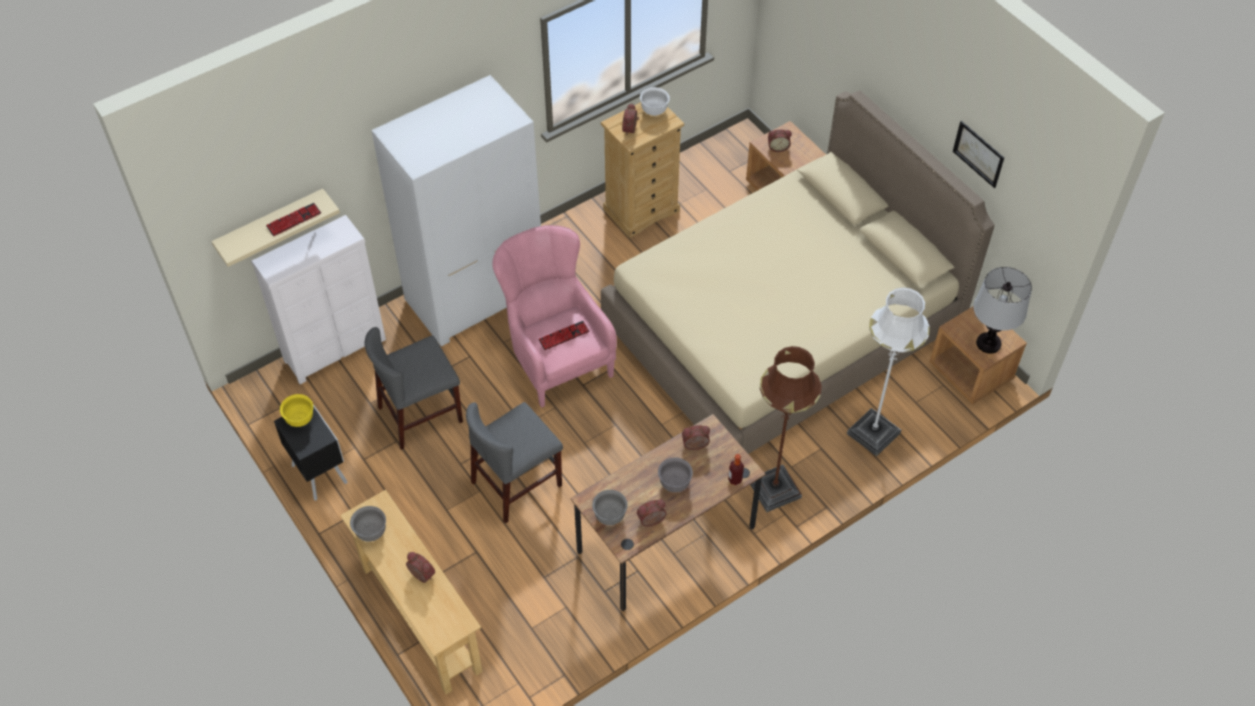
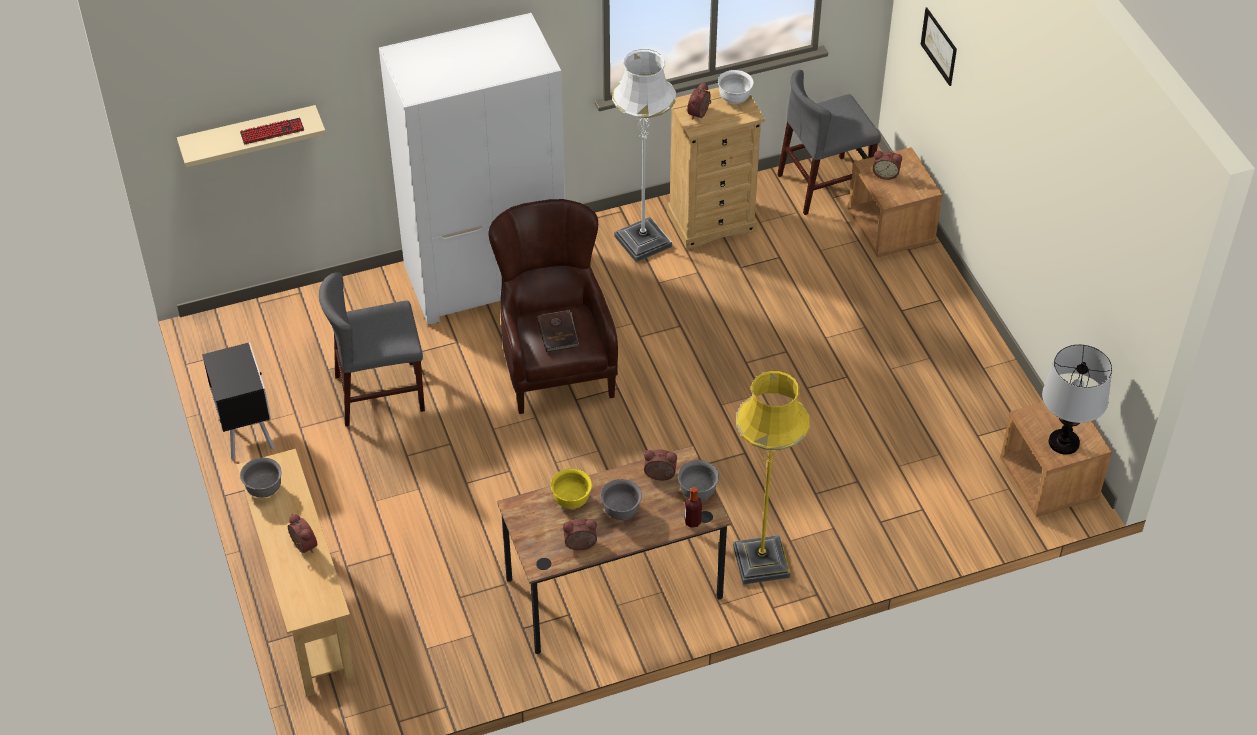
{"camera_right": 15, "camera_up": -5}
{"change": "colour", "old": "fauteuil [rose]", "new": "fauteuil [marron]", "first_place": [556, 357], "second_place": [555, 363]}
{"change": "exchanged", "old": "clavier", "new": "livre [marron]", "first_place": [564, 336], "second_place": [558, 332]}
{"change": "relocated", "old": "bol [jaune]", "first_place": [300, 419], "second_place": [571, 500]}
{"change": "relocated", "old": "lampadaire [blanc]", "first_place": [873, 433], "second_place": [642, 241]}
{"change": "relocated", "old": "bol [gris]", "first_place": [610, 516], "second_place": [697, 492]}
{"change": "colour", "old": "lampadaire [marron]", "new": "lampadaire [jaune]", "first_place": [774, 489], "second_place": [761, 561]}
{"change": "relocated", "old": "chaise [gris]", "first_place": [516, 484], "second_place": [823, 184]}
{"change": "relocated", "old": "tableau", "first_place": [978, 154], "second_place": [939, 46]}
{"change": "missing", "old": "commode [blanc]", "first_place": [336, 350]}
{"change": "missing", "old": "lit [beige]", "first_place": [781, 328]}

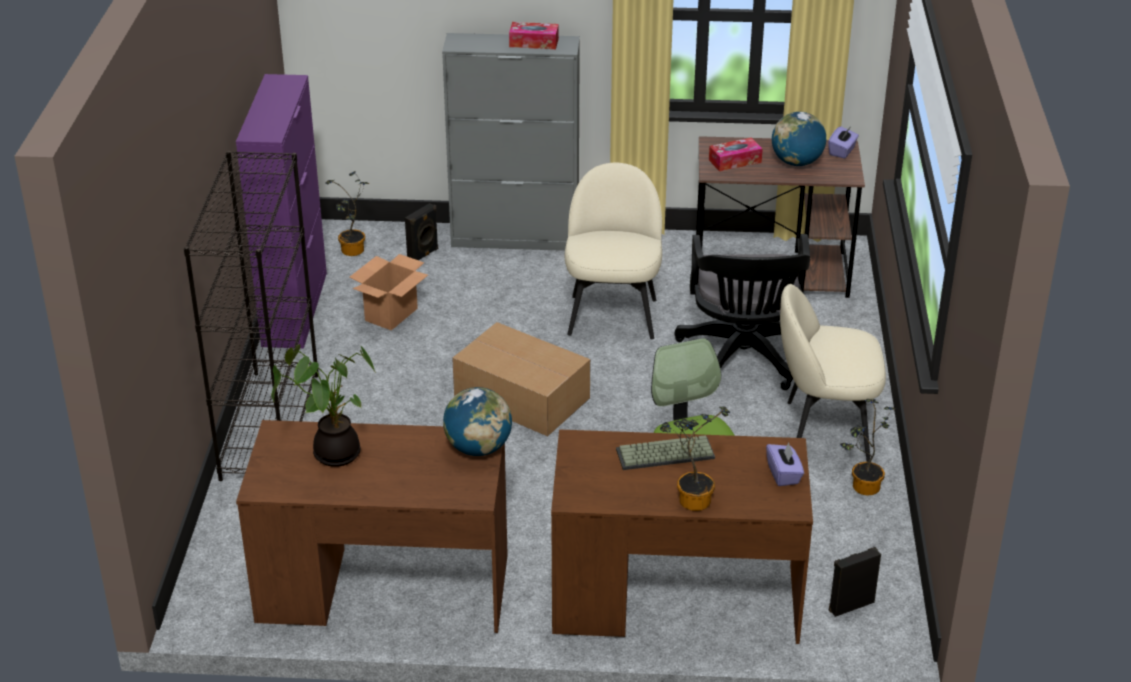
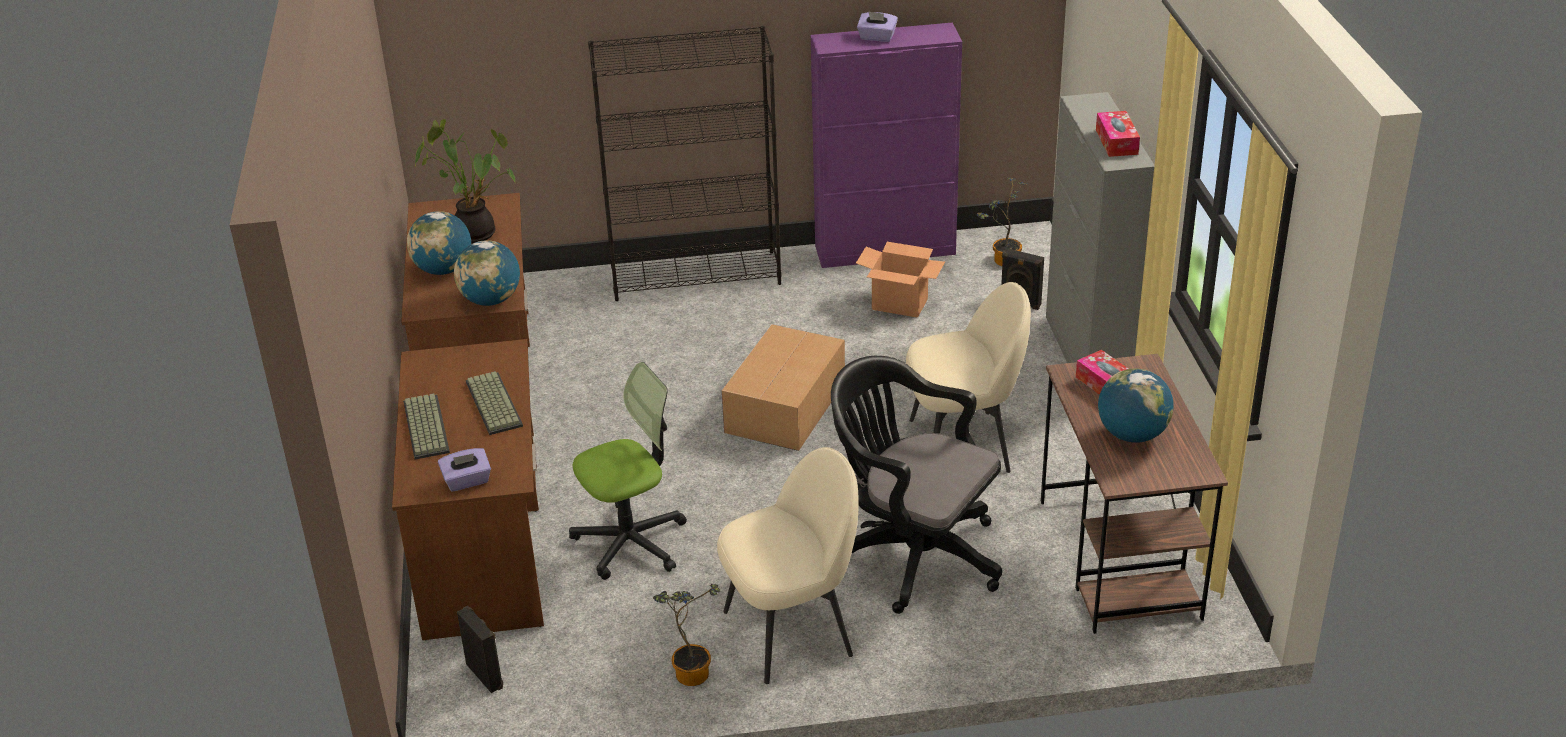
{"camera_right": 80, "camera_up": 0}
{"change": "exchanged", "old": "plante en pot", "new": "clavier", "first_place": [691, 498], "second_place": [424, 427]}
{"change": "appeared", "new": "globe", "second_place": [443, 270]}
{"change": "spun", "old": "chaise [beige]", "first_place": [824, 430], "second_place": [791, 631], "degrees": 75}
{"change": "spun", "old": "chaise de bureau [noir]", "first_place": [743, 360], "second_place": [912, 554], "degrees": 45}
{"change": "relocated", "old": "boîte à mouchoirs [violet]", "first_place": [842, 151], "second_place": [877, 37]}

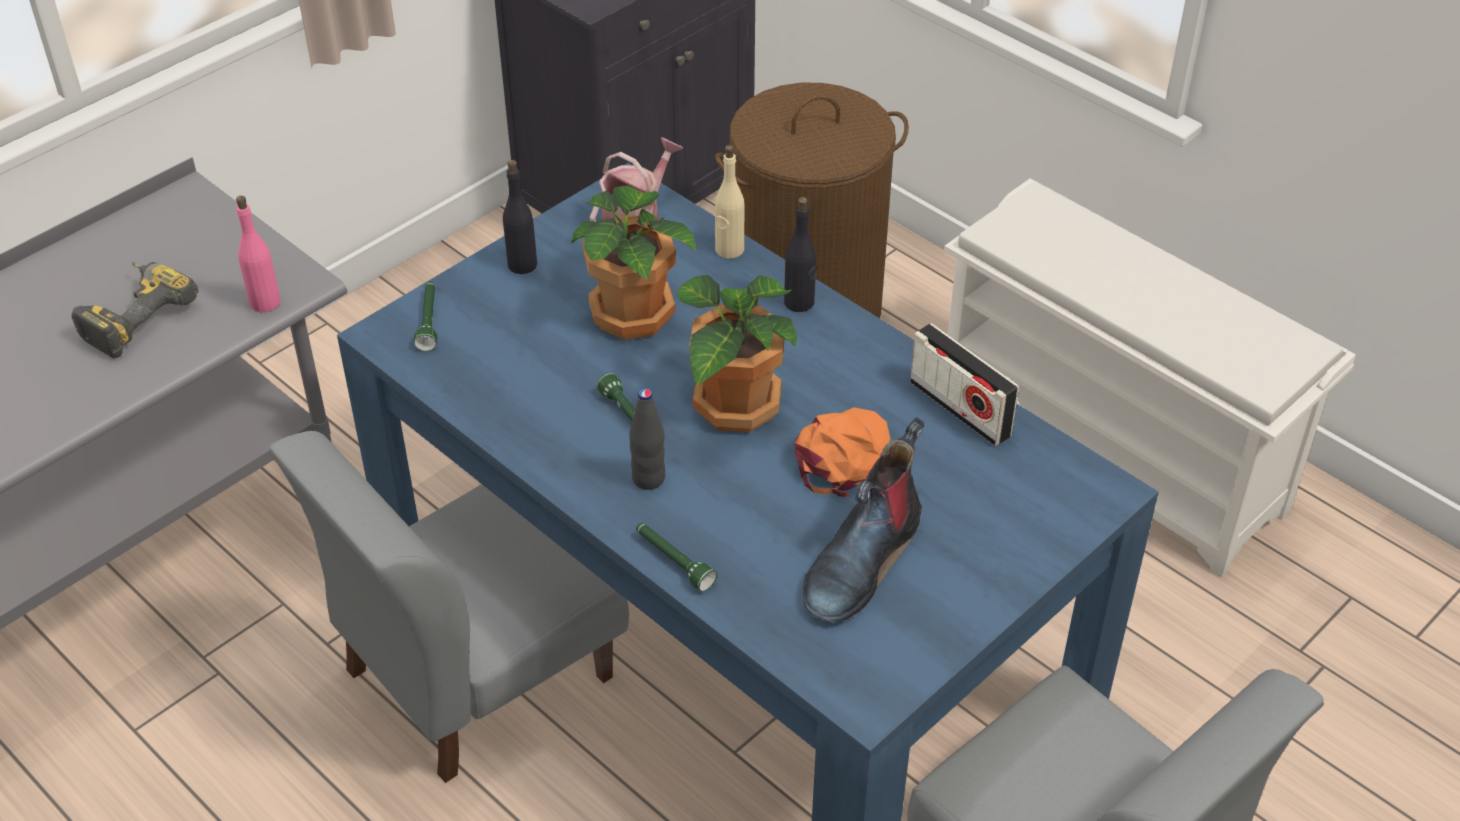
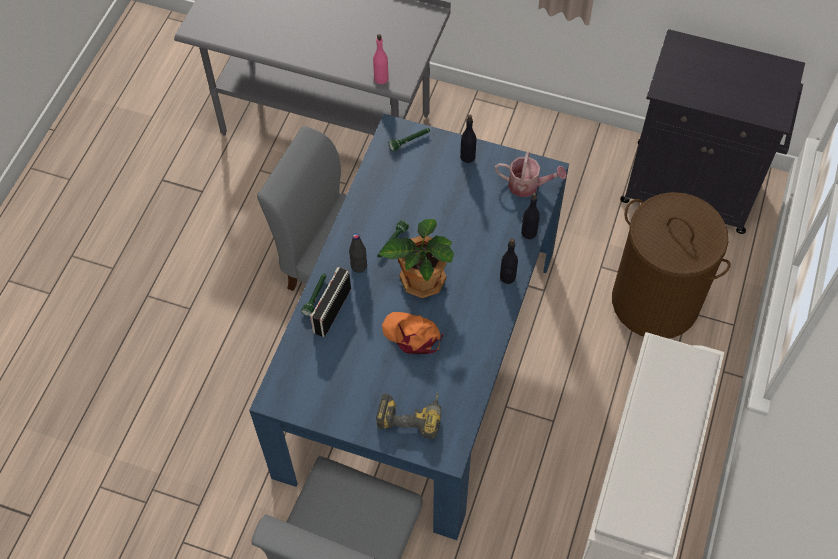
{"camera_right": 65, "camera_up": 15}
{"change": "relocated", "old": "radio", "first_place": [960, 409], "second_place": [332, 310]}
{"change": "relocated", "old": "perceuse", "first_place": [133, 315], "second_place": [411, 414]}
{"change": "spun", "old": "casquette [orange]", "first_place": [841, 456], "second_place": [412, 335], "degrees": -150}
{"change": "colour", "old": "bouteille [beige]", "new": "bouteille [noir]", "first_place": [729, 250], "second_place": [528, 232]}
{"change": "missing", "old": "plante en pot", "first_place": [635, 313]}
{"change": "missing", "old": "botte", "first_place": [861, 560]}

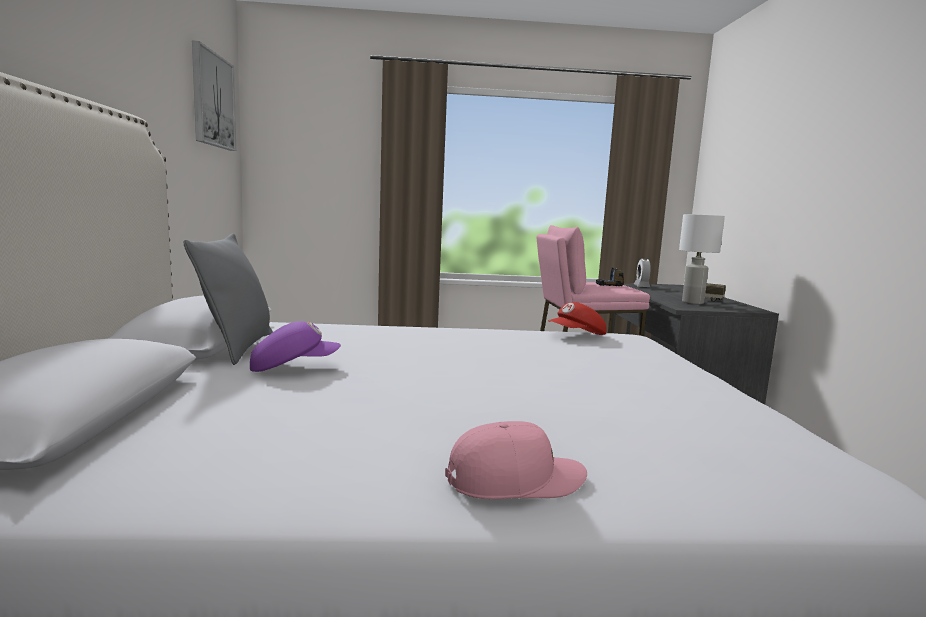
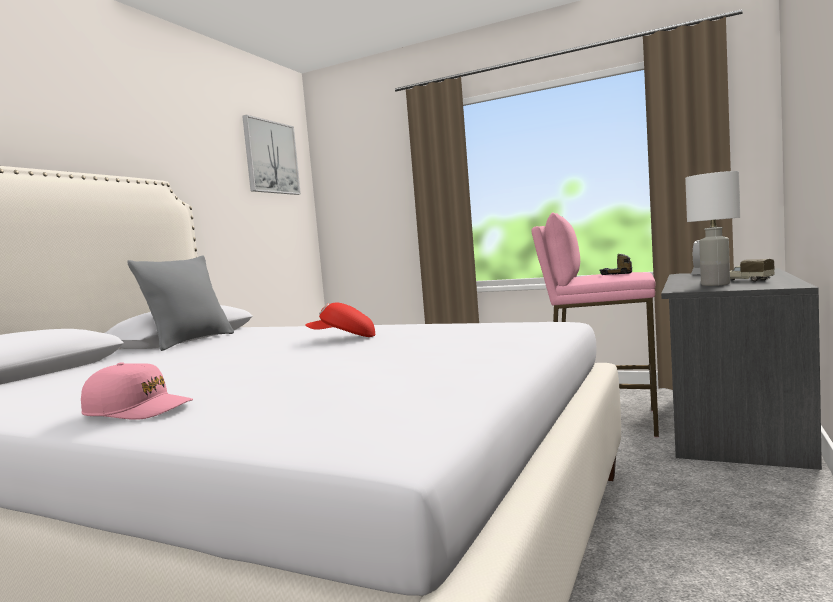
{"camera_right": 30, "camera_up": -5}
{"change": "relocated", "old": "casquette [rouge]", "first_place": [577, 336], "second_place": [343, 339]}
{"change": "missing", "old": "casquette [violet]", "first_place": [293, 367]}

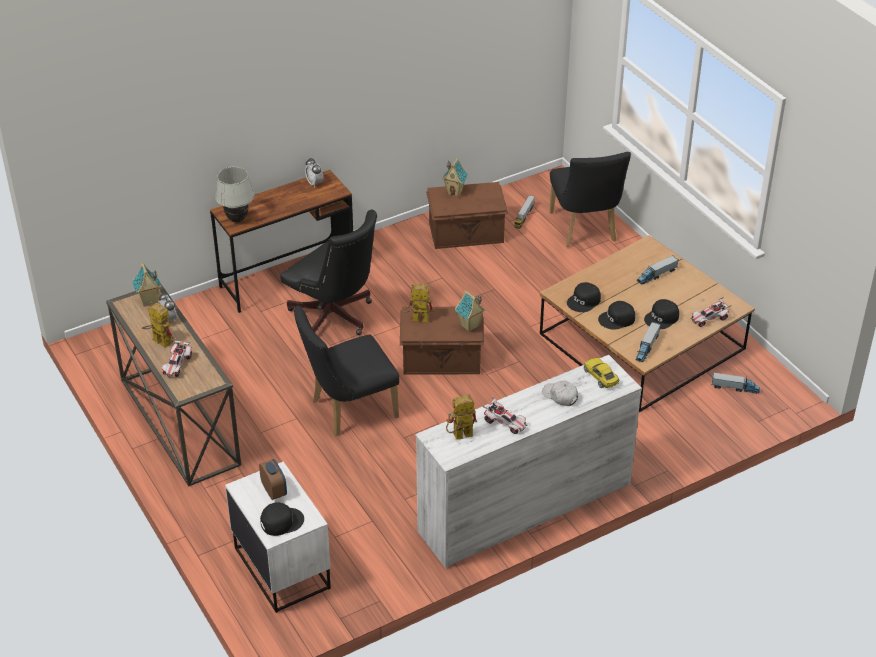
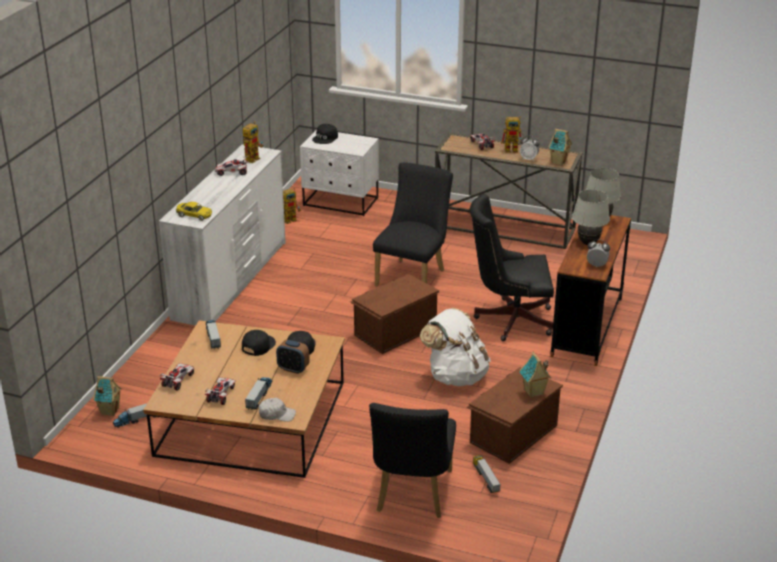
{"camera_right": 140, "camera_up": -10}
{"change": "relocated", "old": "maison miniature", "first_place": [470, 326], "second_place": [109, 411]}
{"change": "appeared", "new": "petite voiture", "second_place": [221, 395]}
{"change": "relocated", "old": "casquette [blanc]", "first_place": [560, 396], "second_place": [276, 414]}
{"change": "relocated", "old": "réveil", "first_place": [274, 491], "second_place": [293, 369]}
{"change": "relocated", "old": "robot jouet", "first_place": [416, 319], "second_place": [292, 219]}
{"change": "spun", "old": "chaise [noir]", "first_place": [585, 230], "second_place": [412, 496], "degrees": -120}
{"change": "appeared", "new": "sac à dos [blanc]", "second_place": [456, 376]}
{"change": "appeared", "new": "lampe de table [blanc]", "second_place": [588, 243]}
{"change": "missing", "old": "casquette [noir]", "first_place": [662, 318]}

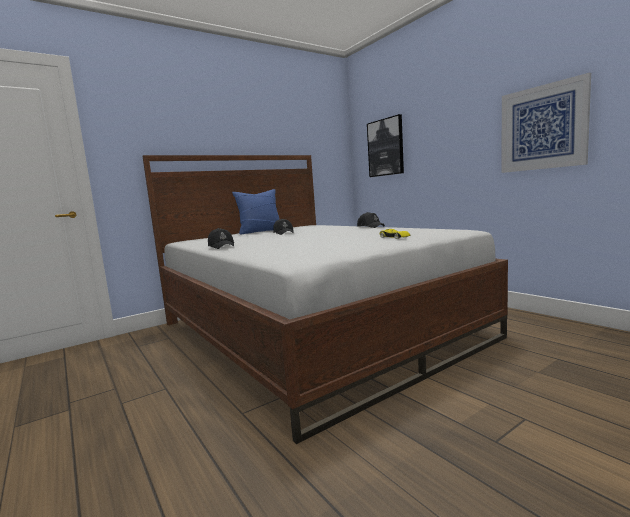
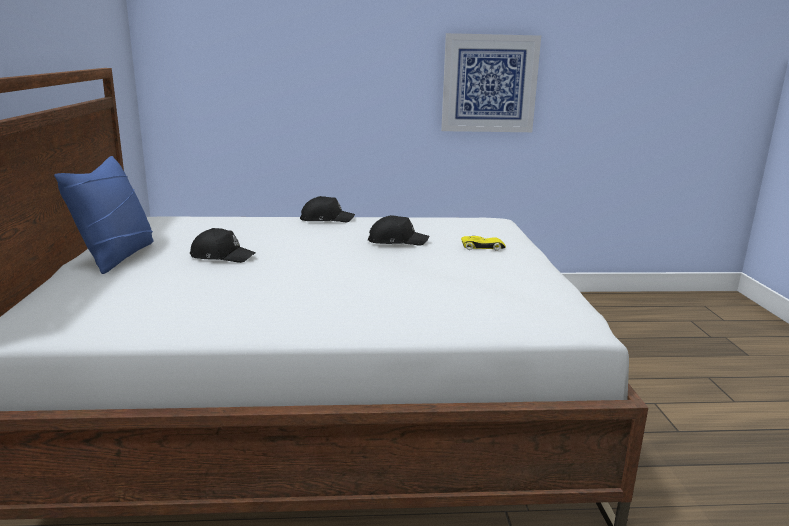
{"camera_right": -60, "camera_up": 10}
{"change": "relocated", "old": "casquette [noir]", "first_place": [221, 246], "second_place": [397, 241]}
{"change": "missing", "old": "tableau", "first_place": [386, 147]}

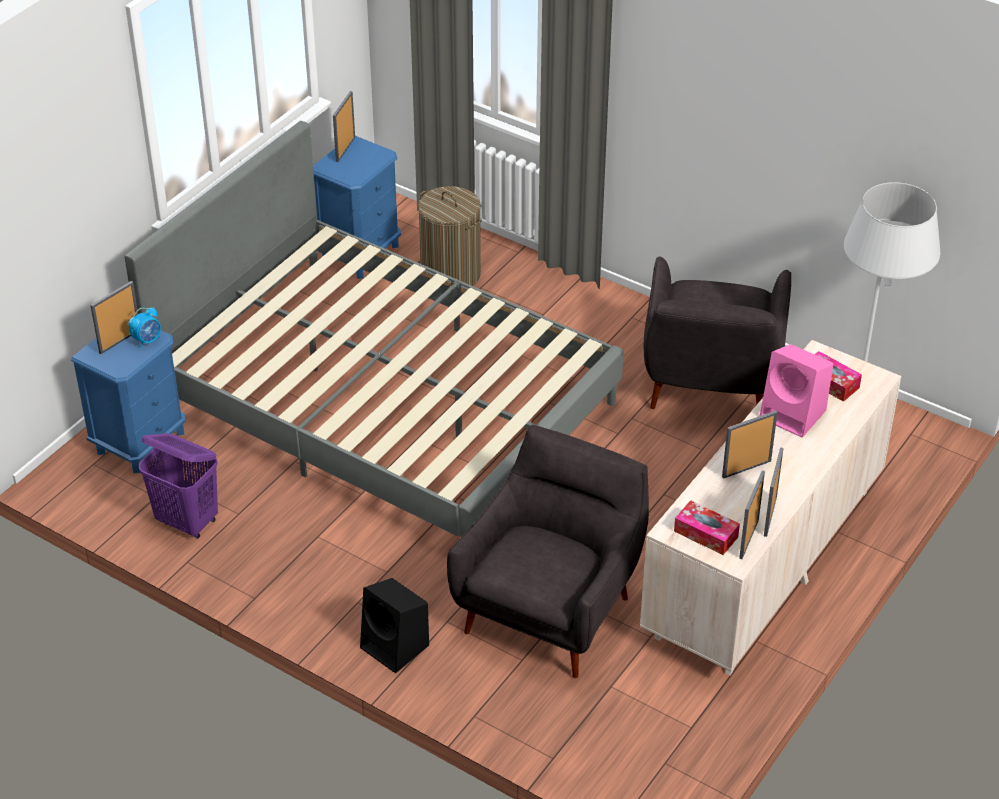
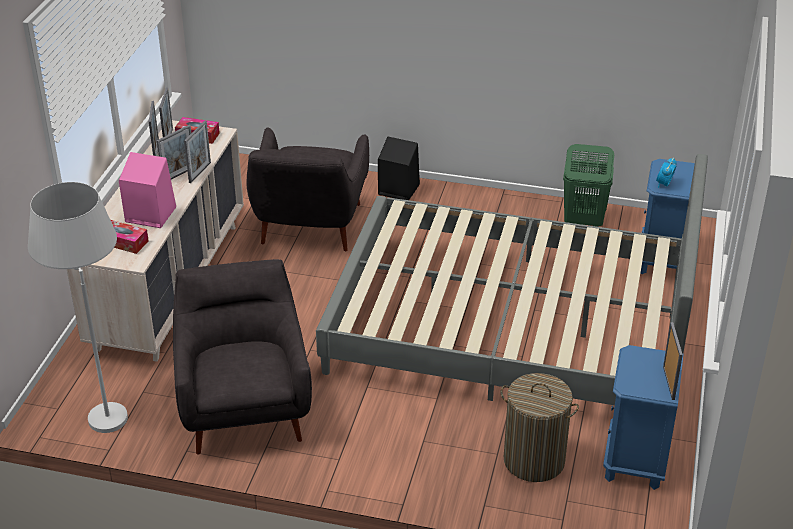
{"camera_right": 160, "camera_up": -5}
{"change": "relocated", "old": "cadre photo", "first_place": [120, 341], "second_place": [200, 172]}
{"change": "colour", "old": "panier à linge [violet]", "new": "panier à linge [vert]", "first_place": [188, 521], "second_place": [582, 222]}

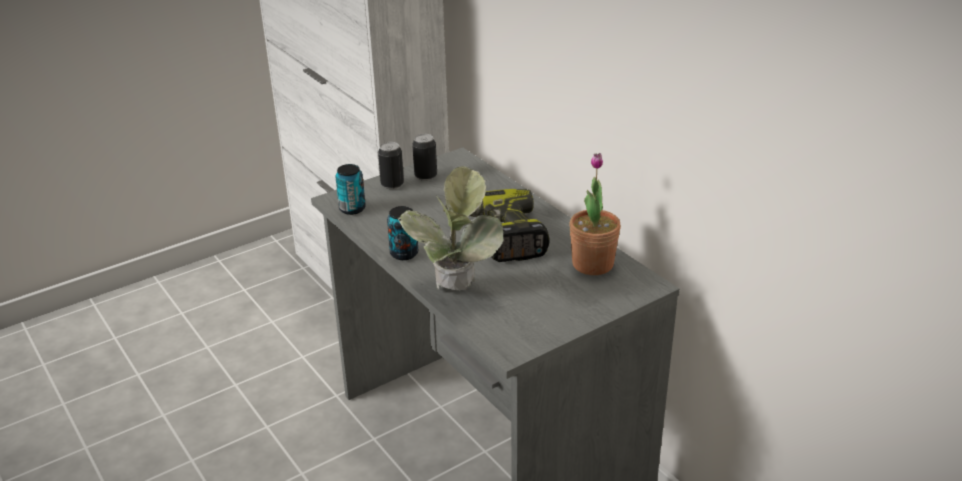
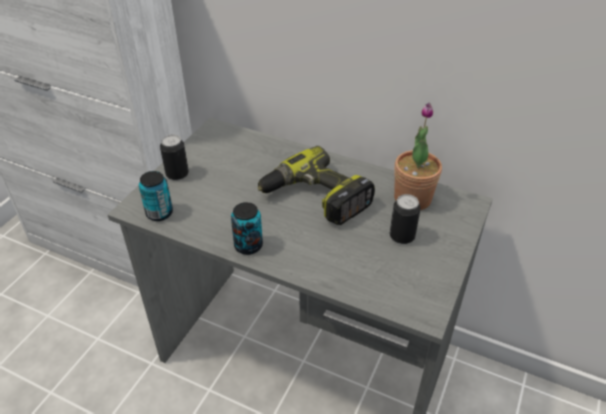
{"camera_right": -30, "camera_up": 10}
{"change": "relocated", "old": "boîte métallique", "first_place": [425, 176], "second_place": [402, 237]}
{"change": "missing", "old": "plante en pot", "first_place": [454, 295]}

